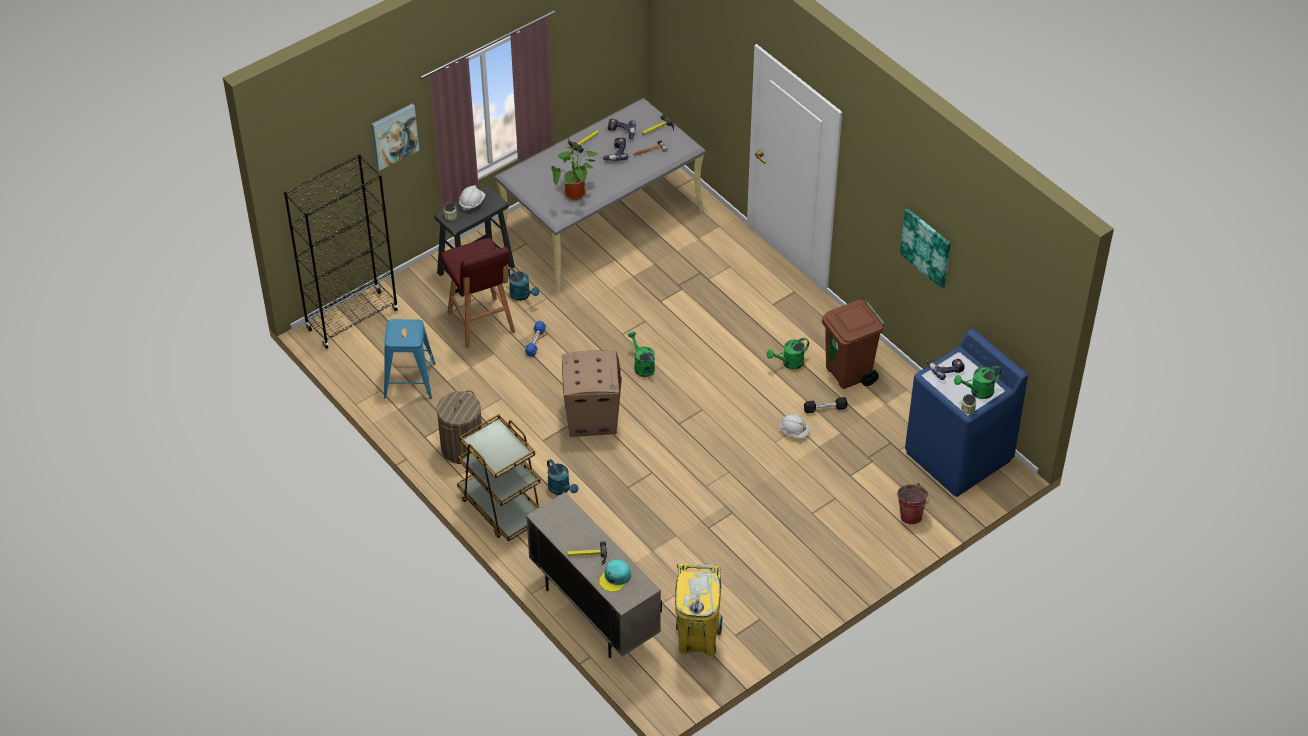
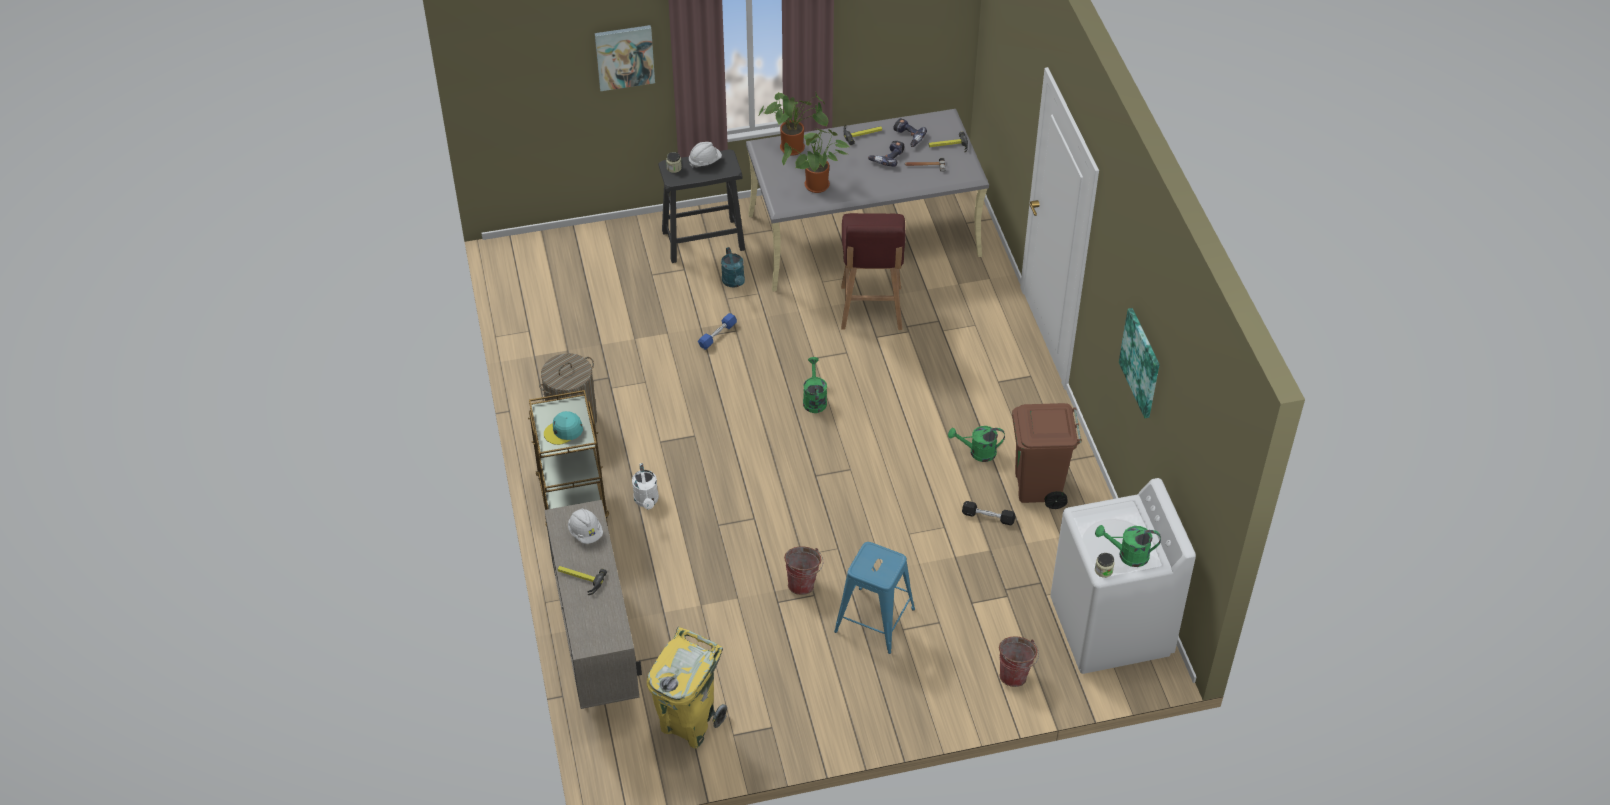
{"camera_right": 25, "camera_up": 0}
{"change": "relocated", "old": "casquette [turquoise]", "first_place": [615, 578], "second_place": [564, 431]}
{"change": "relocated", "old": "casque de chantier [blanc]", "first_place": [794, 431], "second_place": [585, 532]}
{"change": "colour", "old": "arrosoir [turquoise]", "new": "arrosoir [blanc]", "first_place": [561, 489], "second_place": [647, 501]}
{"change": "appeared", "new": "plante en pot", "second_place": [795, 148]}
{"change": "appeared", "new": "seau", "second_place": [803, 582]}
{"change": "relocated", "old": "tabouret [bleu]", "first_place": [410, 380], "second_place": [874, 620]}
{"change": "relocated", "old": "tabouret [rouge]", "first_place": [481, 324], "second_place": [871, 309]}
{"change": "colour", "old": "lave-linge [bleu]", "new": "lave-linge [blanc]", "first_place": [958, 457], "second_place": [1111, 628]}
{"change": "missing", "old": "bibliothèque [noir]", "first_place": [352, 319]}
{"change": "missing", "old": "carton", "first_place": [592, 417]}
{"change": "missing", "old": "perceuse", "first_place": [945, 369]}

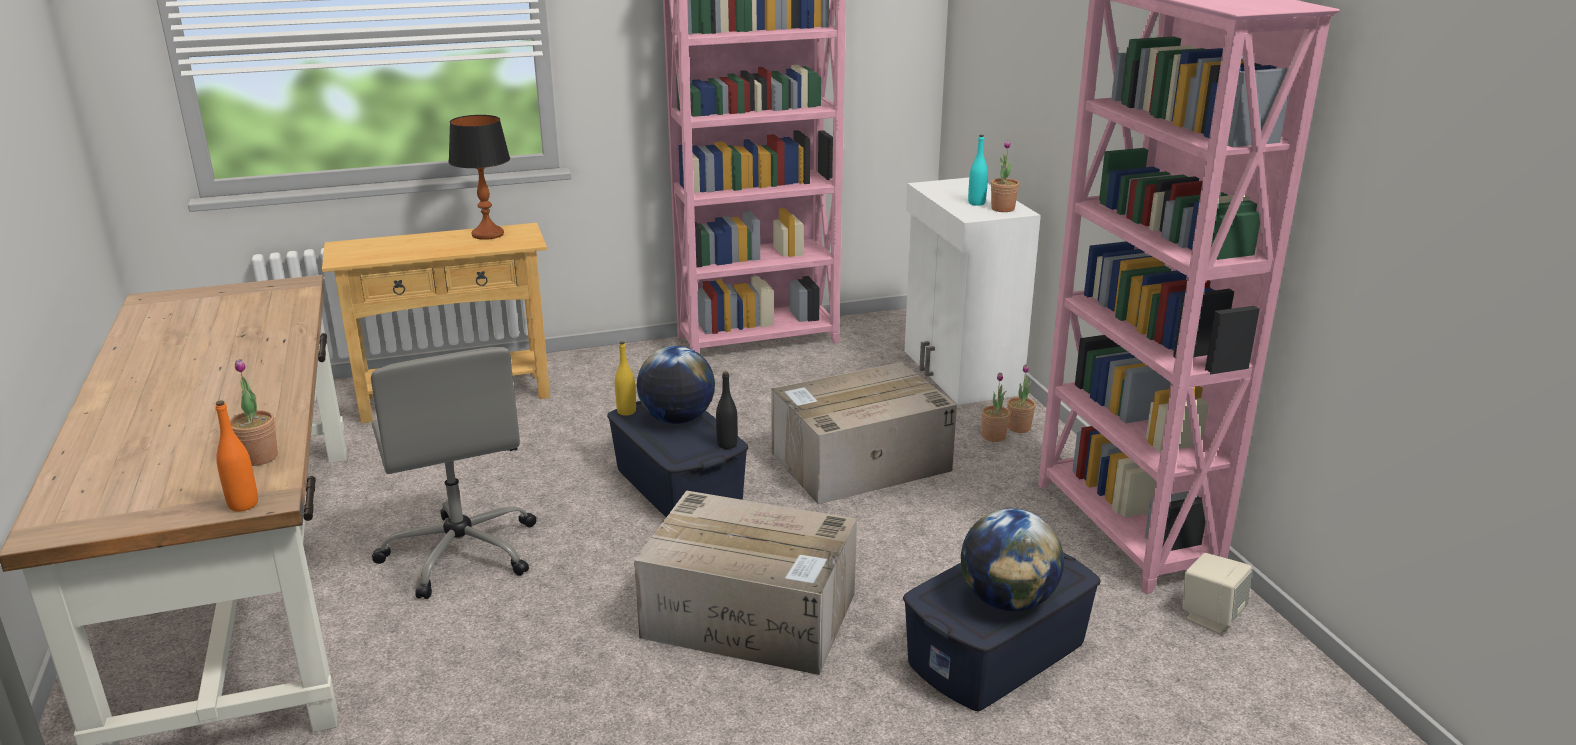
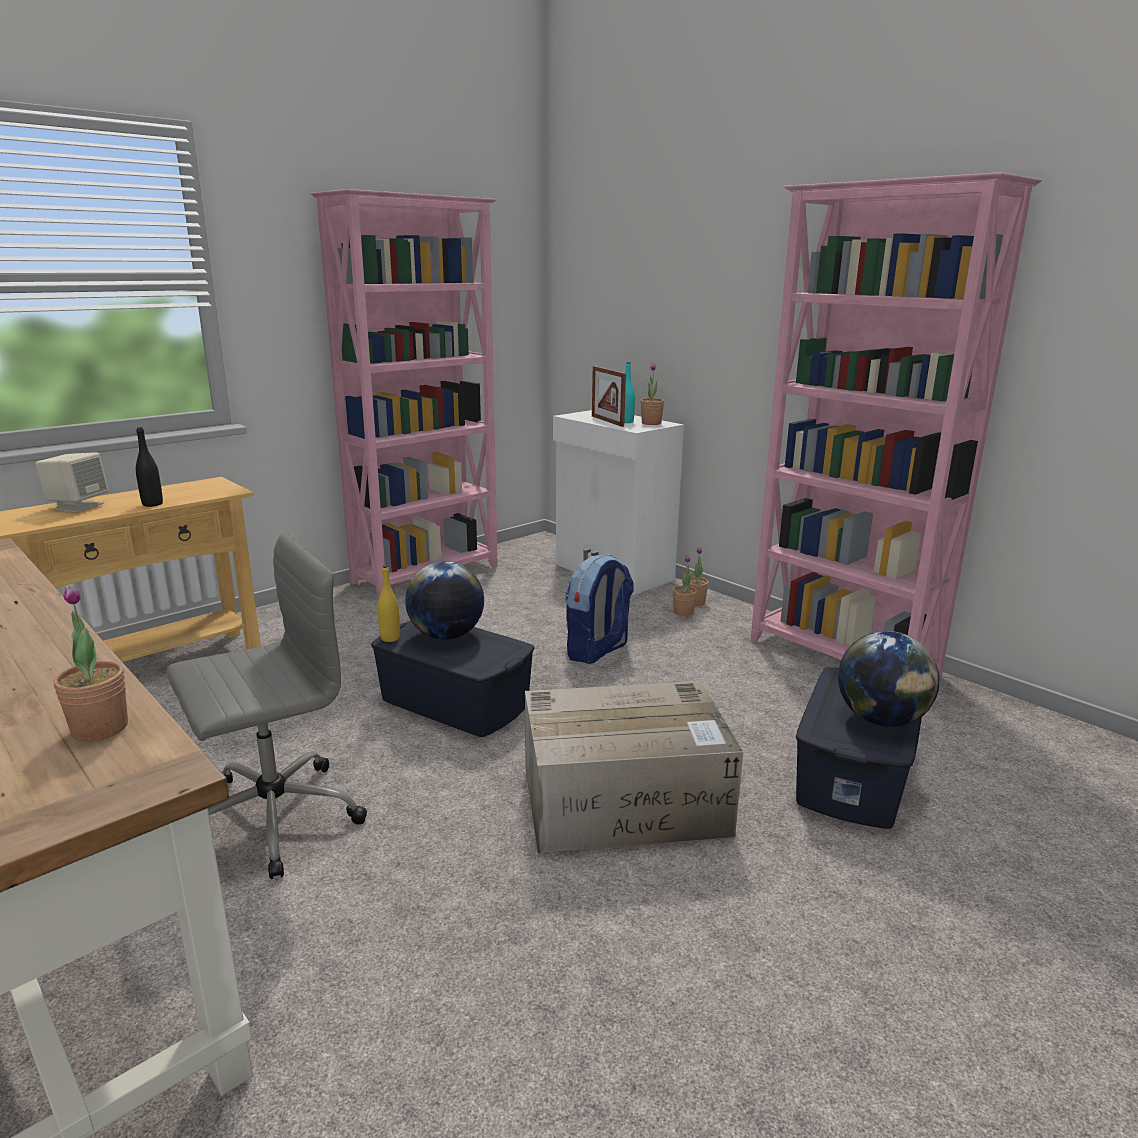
{"camera_right": -25, "camera_up": -5}
{"change": "relocated", "old": "enceinte [beige]", "first_place": [1211, 617], "second_place": [78, 506]}
{"change": "relocated", "old": "bouteille [noir]", "first_place": [727, 444], "second_place": [152, 504]}
{"change": "spun", "old": "chaise de bureau [gris]", "first_place": [461, 552], "second_place": [271, 818], "degrees": -75}
{"change": "exchanged", "old": "carton", "new": "sac à dos", "first_place": [858, 463], "second_place": [597, 651]}
{"change": "appeared", "new": "cadre photo", "second_place": [607, 421]}
{"change": "missing", "old": "bouteille [orange]", "first_place": [243, 504]}
{"change": "missing", "old": "lampe de table", "first_place": [487, 234]}

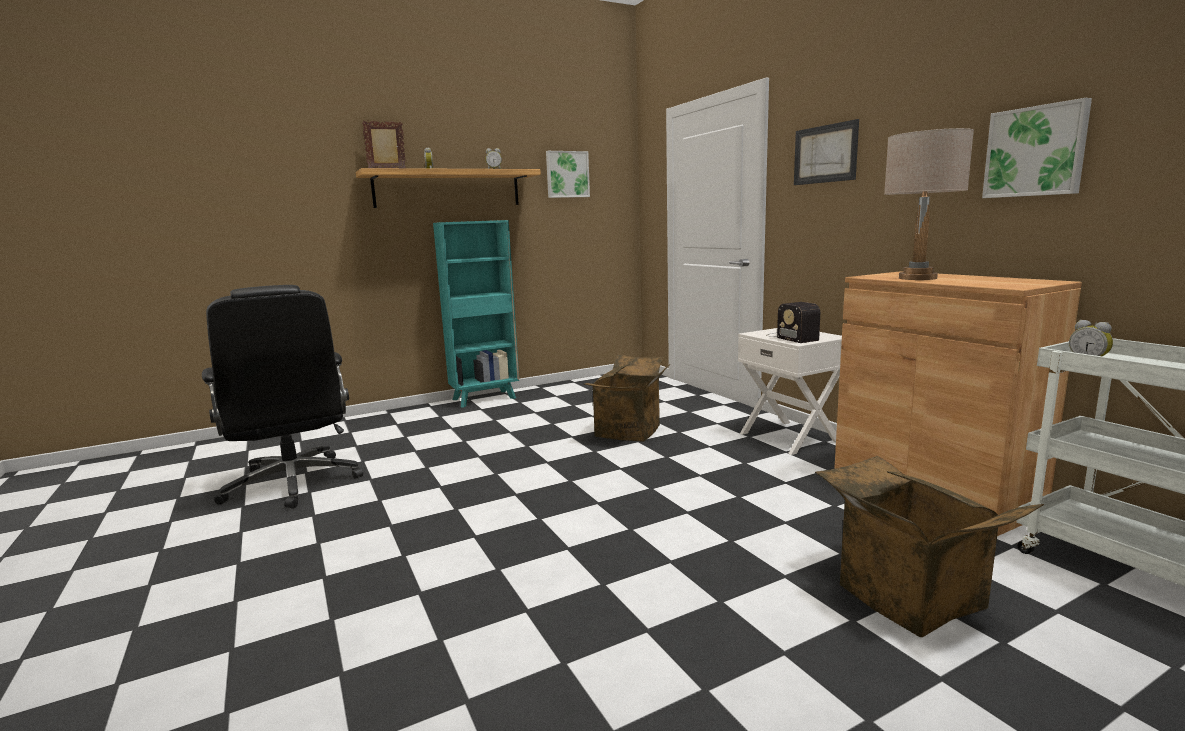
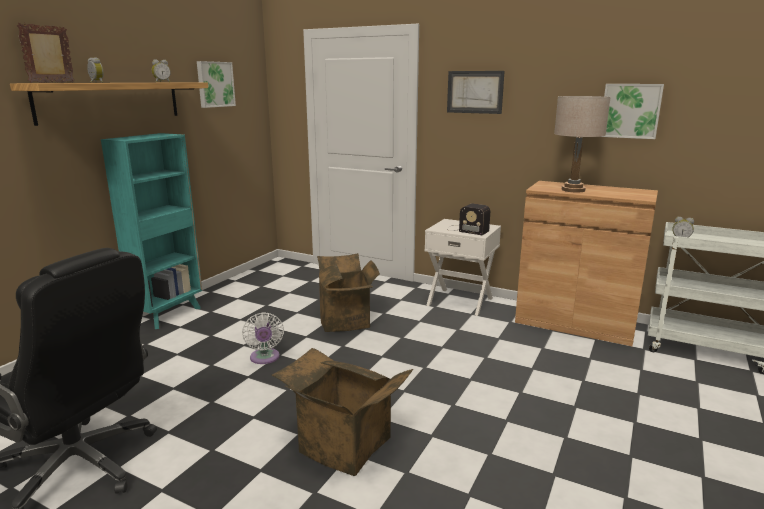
{"camera_right": -35, "camera_up": 5}
{"change": "appeared", "new": "ventilateur [blanc]", "second_place": [265, 358]}
{"change": "relocated", "old": "carton", "first_place": [904, 597], "second_place": [341, 447]}

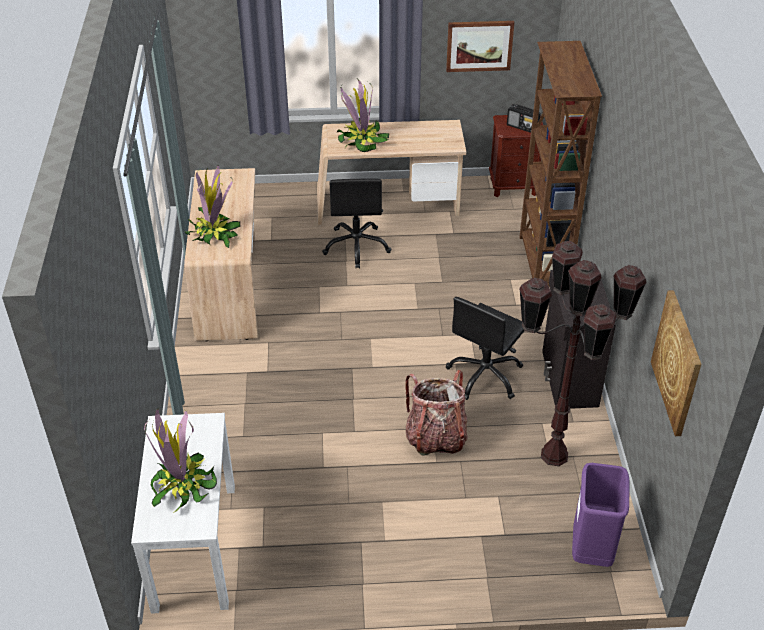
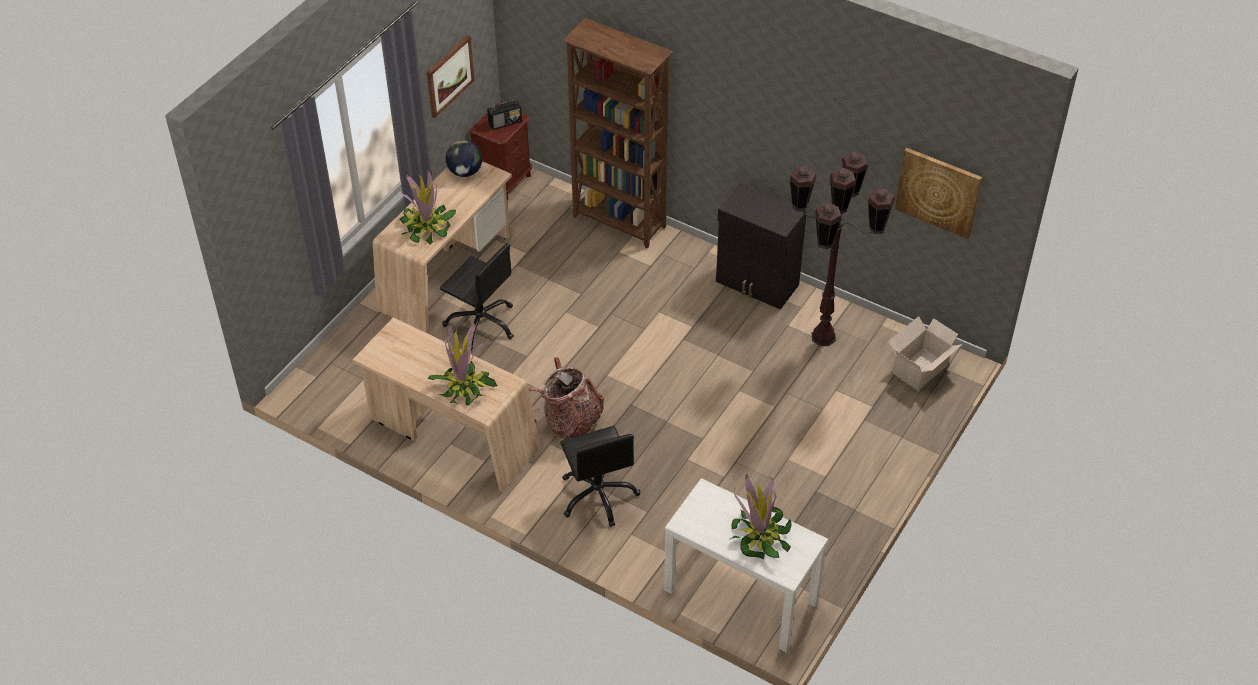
{"camera_right": -55, "camera_up": 5}
{"change": "appeared", "new": "globe", "second_place": [465, 172]}
{"change": "relocated", "old": "sac à dos", "first_place": [436, 437], "second_place": [570, 422]}
{"change": "relocated", "old": "chaise de bureau [noir]", "first_place": [485, 375], "second_place": [598, 495]}
{"change": "exchanged", "old": "poubelle [violet]", "new": "carton", "first_place": [591, 550], "second_place": [921, 368]}

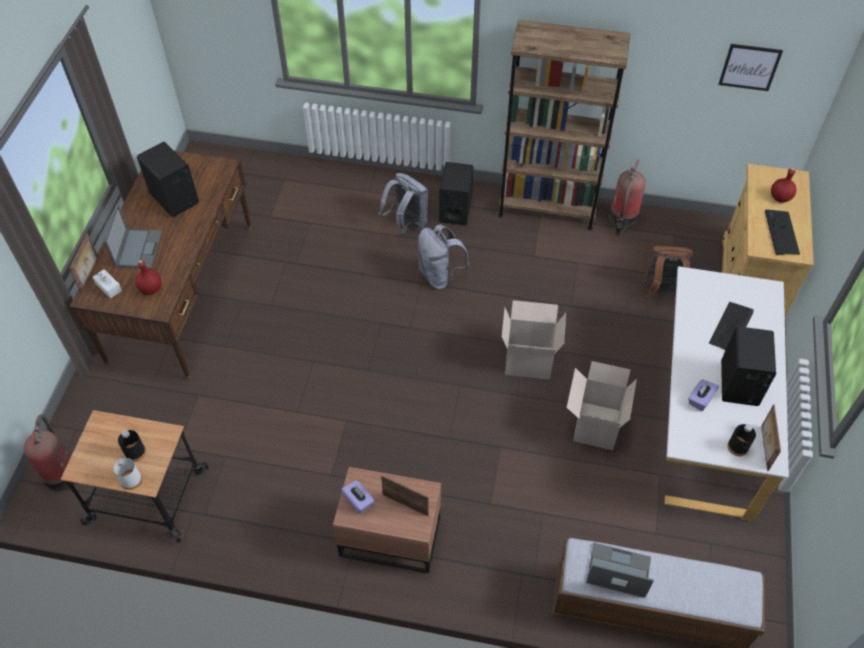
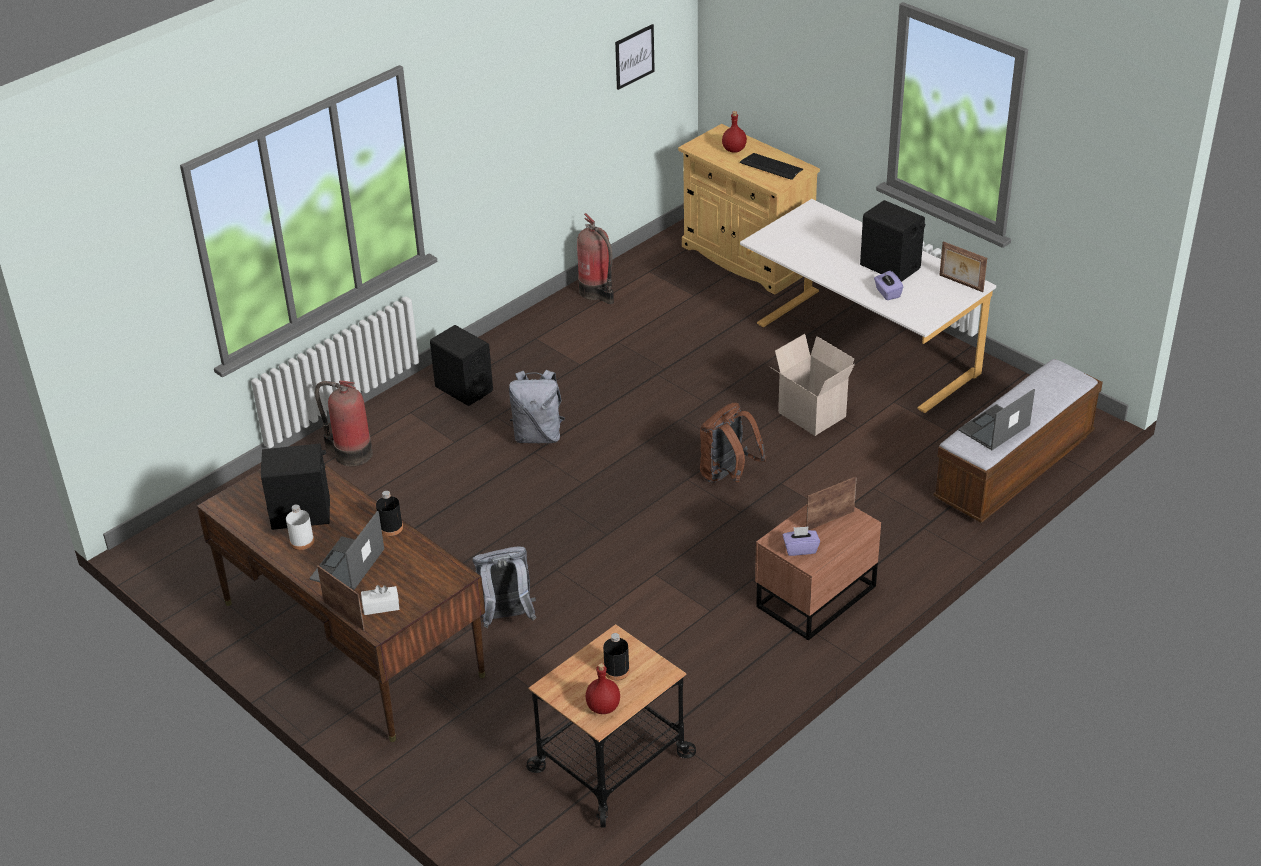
{"camera_right": -55, "camera_up": -15}
{"change": "relocated", "old": "bouteille [blanc]", "first_place": [131, 480], "second_place": [302, 541]}
{"change": "spun", "old": "ordinateur portable", "first_place": [138, 248], "second_place": [347, 565], "degrees": -105}
{"change": "relocated", "old": "extincteur", "first_place": [62, 473], "second_place": [351, 453]}
{"change": "relocated", "old": "bouteille [noir]", "first_place": [737, 447], "second_place": [391, 527]}
{"change": "relocated", "old": "sac à dos [gris]", "first_place": [406, 223], "second_place": [506, 618]}
{"change": "relocated", "old": "bouteille [rouge]", "first_place": [150, 289], "second_place": [603, 707]}
{"change": "relocated", "old": "sac à dos [marron]", "first_place": [661, 292], "second_place": [727, 475]}
{"change": "missing", "old": "bibliothèque [marron]", "first_place": [547, 208]}
{"change": "missing", "old": "carton", "first_place": [529, 359]}
{"change": "missing", "old": "clavier", "first_place": [731, 327]}

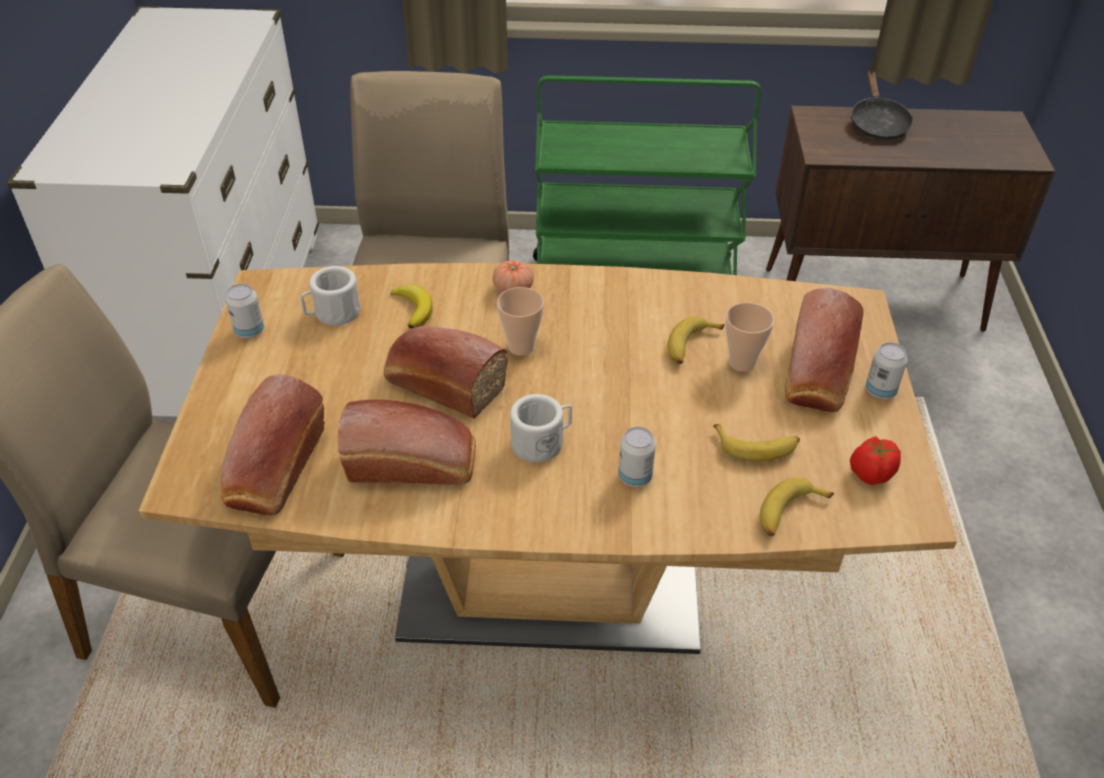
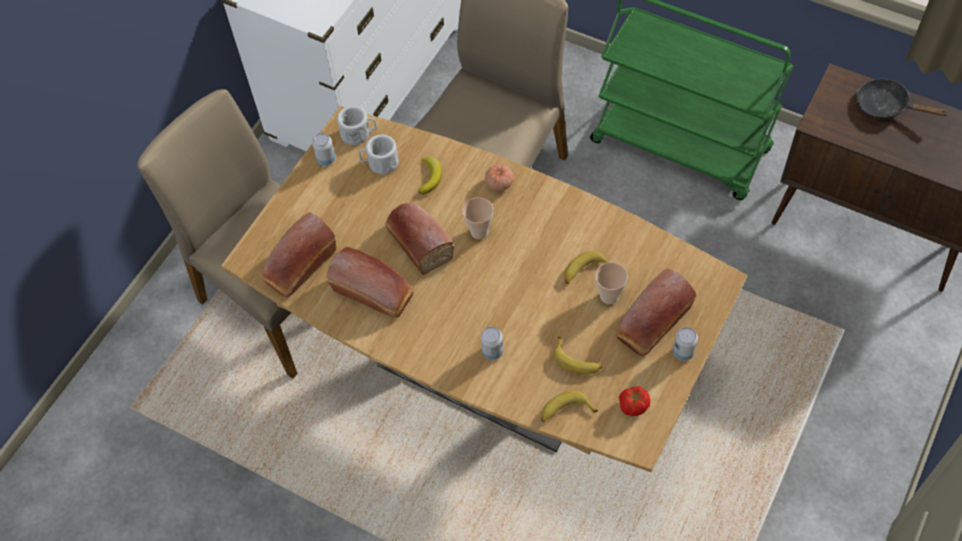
{"camera_right": 30, "camera_up": 15}
{"change": "relocated", "old": "mug [blanc]", "first_place": [542, 442], "second_place": [359, 133]}
{"change": "spun", "old": "poêle [noir]", "first_place": [877, 123], "second_place": [886, 106], "degrees": 90}

